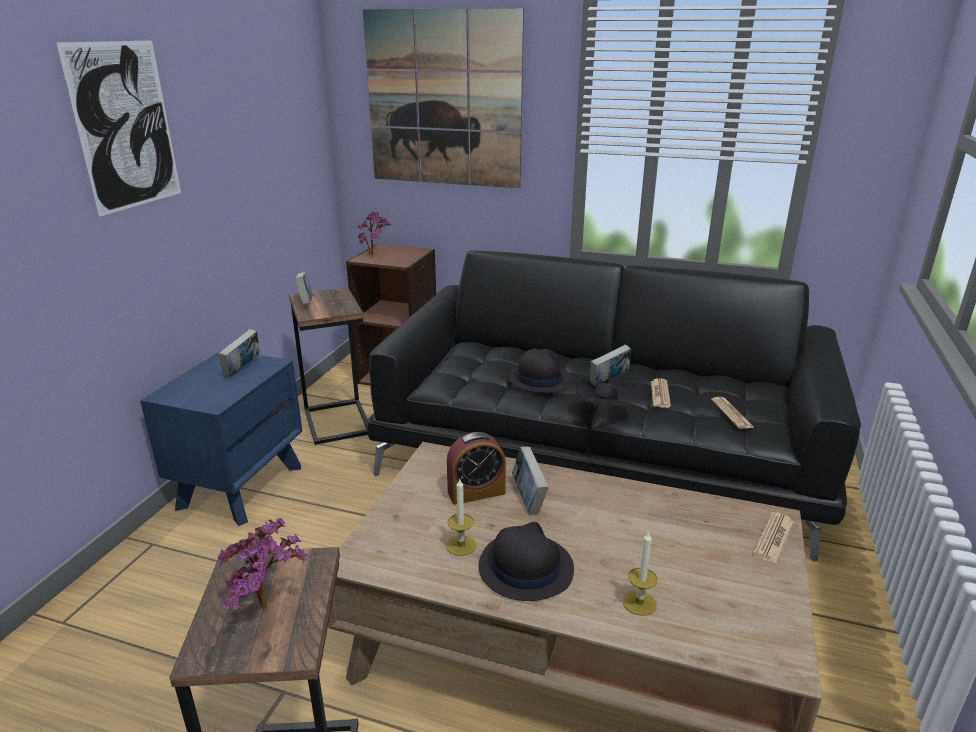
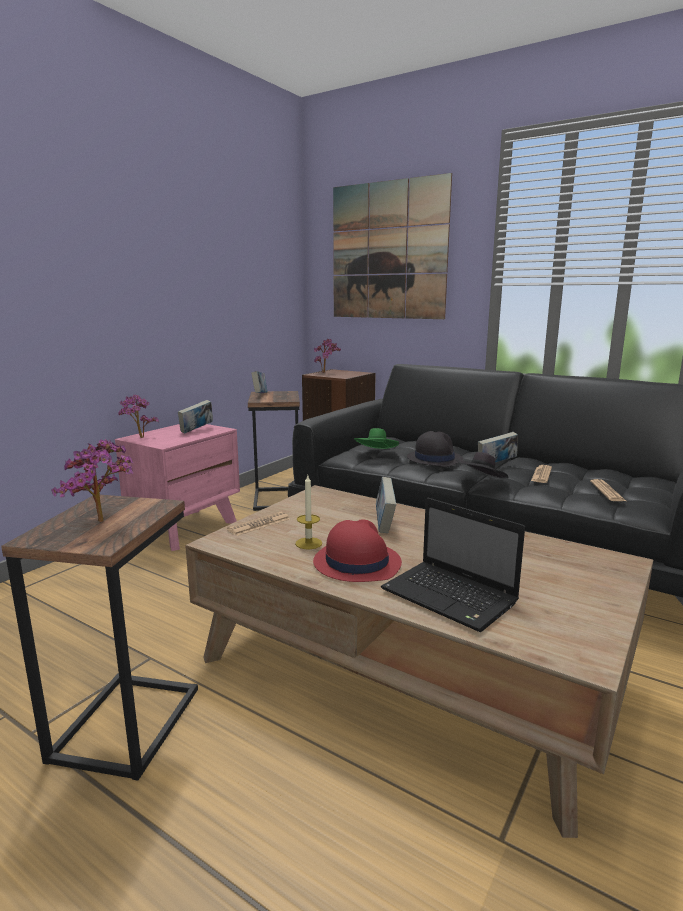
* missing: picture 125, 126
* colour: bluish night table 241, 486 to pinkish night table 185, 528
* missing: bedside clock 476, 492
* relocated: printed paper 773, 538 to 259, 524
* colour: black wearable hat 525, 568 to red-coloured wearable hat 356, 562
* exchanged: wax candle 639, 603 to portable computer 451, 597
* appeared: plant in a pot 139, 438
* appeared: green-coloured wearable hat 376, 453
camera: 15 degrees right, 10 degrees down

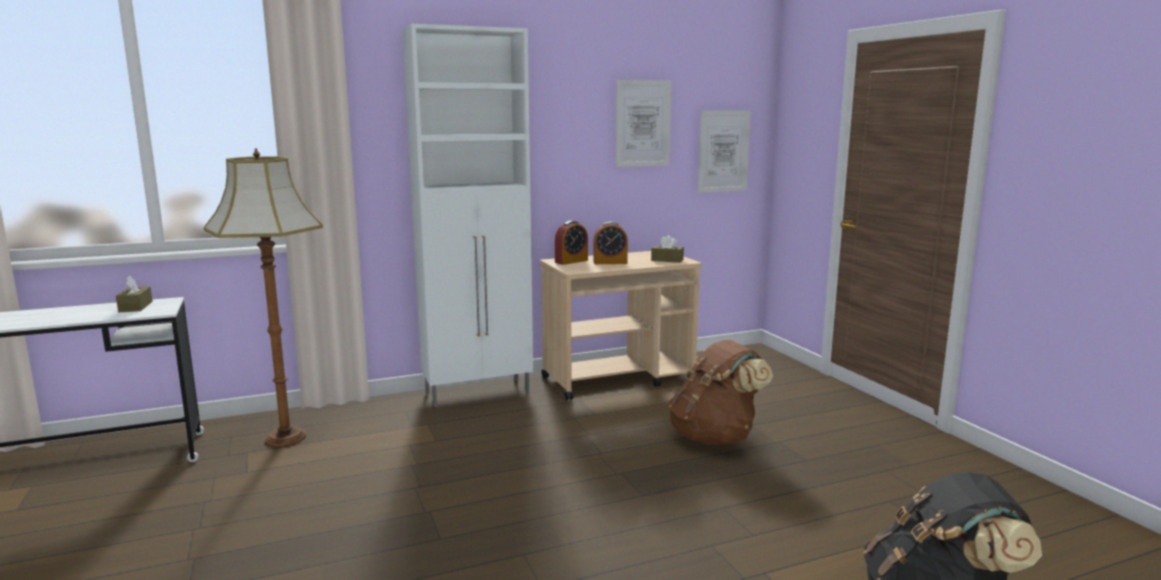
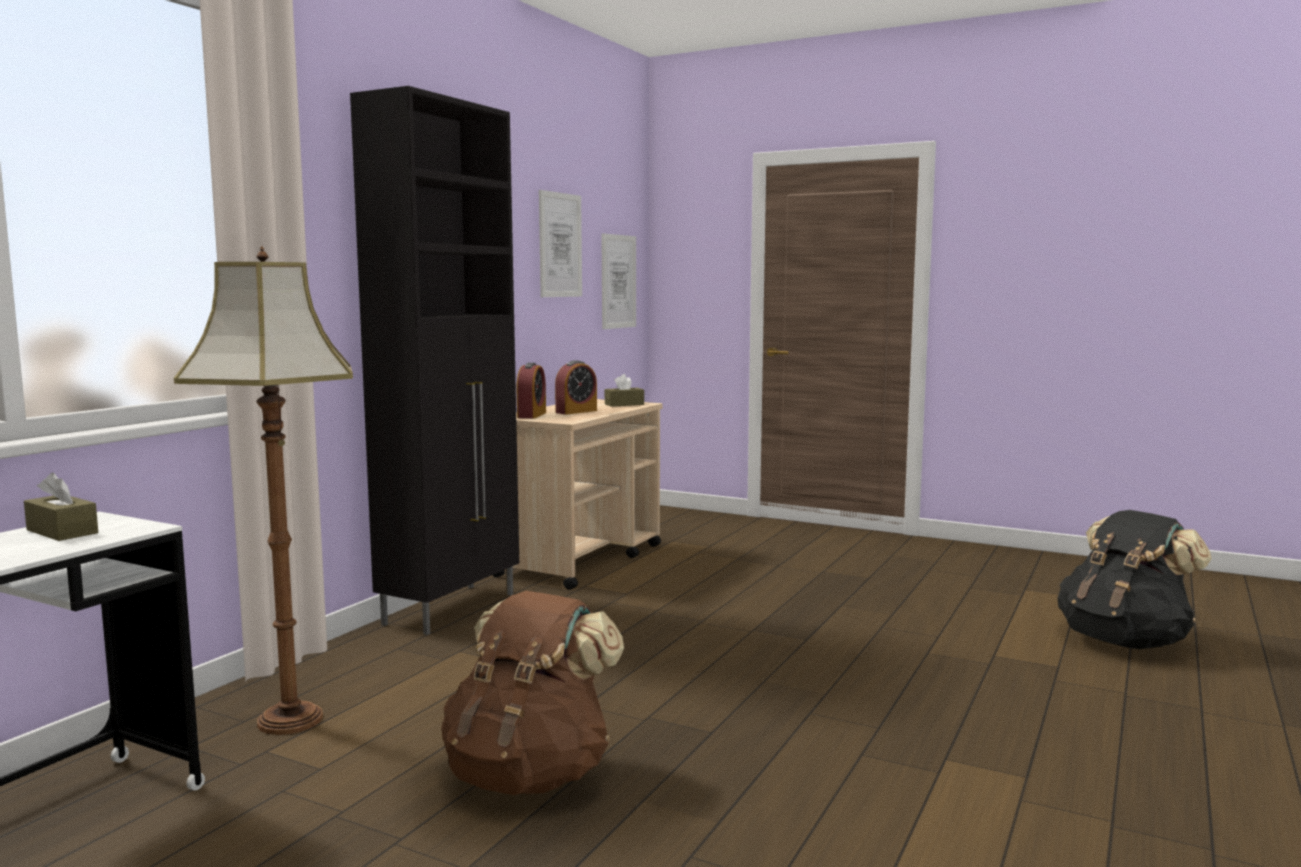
* colour: whitish cupboard 479, 393 to black cupboard 452, 608
* relocated: brownish backpack 715, 437 to 530, 774
camera: 40 degrees left, 5 degrees down

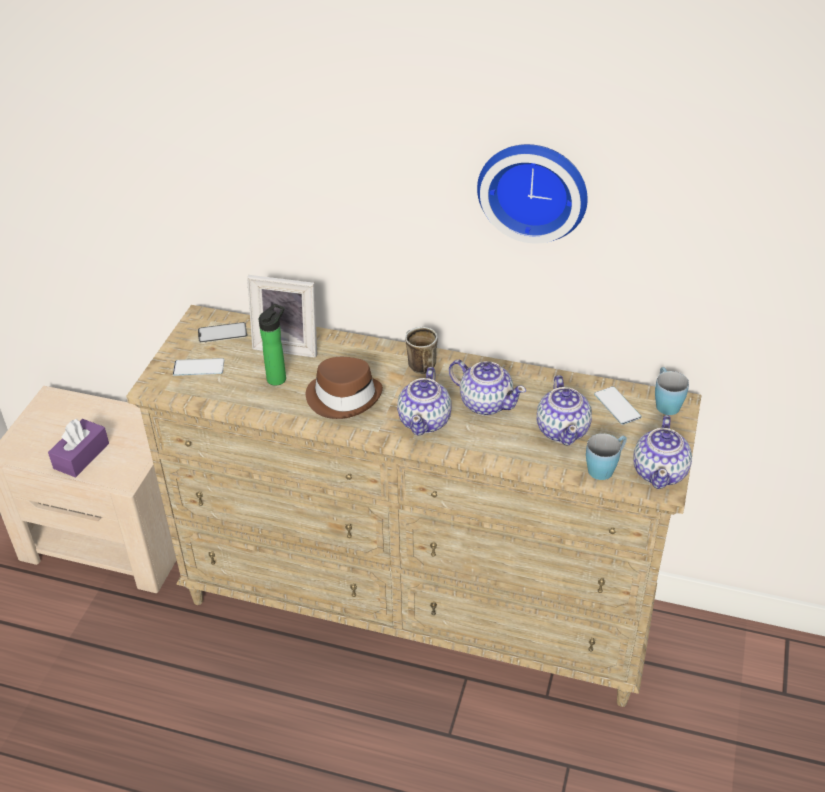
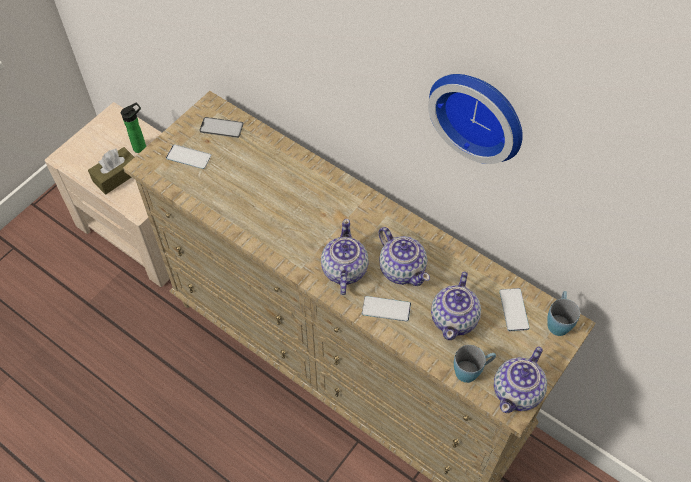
* missing: standing frame 288, 344
* relocated: drink bottle 278, 377 to 141, 147
* missing: tea mug 418, 364
* missing: brownish wearable hat 344, 397
* spun: tea pot 425, 420 = 344, 270 150 degrees clockwise
* colour: purple-coloured box of tissues 81, 456 to brownish box of tissues 116, 176
* appeared: telephone 386, 309
camera: 20 degrees right, 15 degrees up

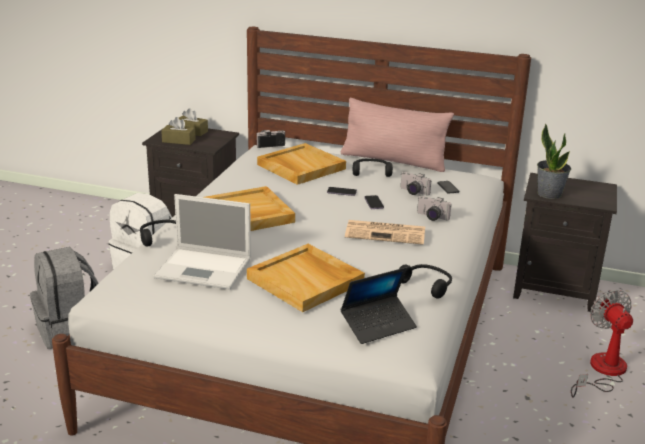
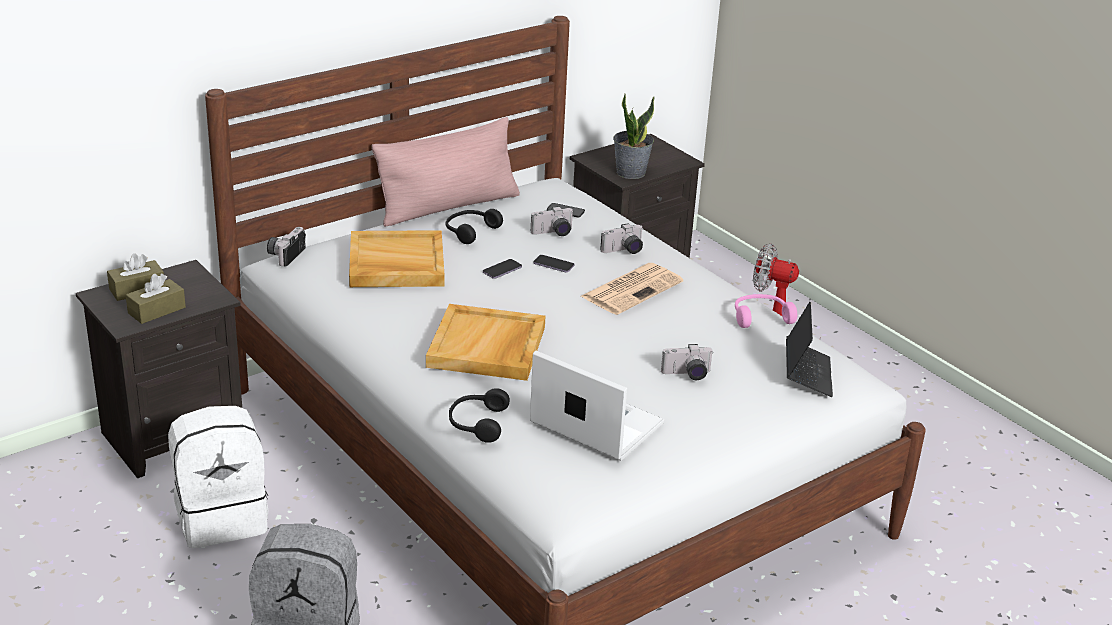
* spun: portable computer 205, 268 = 594, 423 105 degrees counterclockwise
* exchanged: sand-coloured carrying tray 306, 281 to photo camera 687, 375
* colour: black headset 427, 285 to pinkish headset 760, 317
camera: 55 degrees left, 5 degrees up

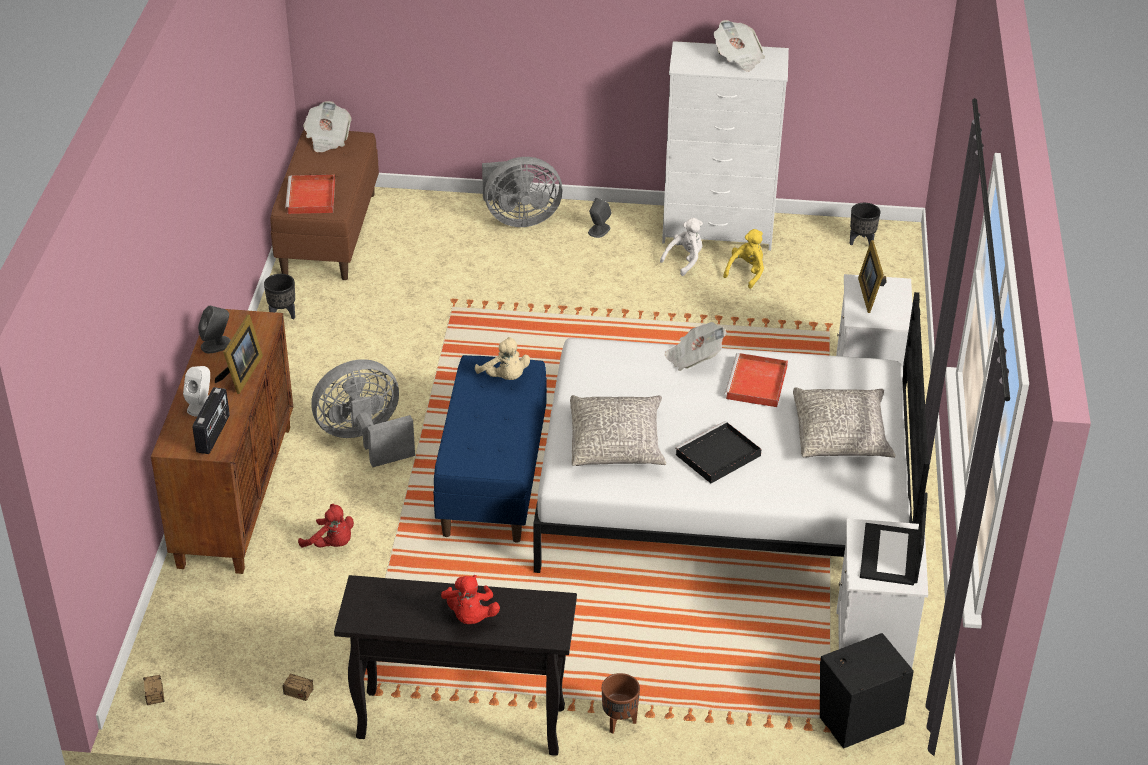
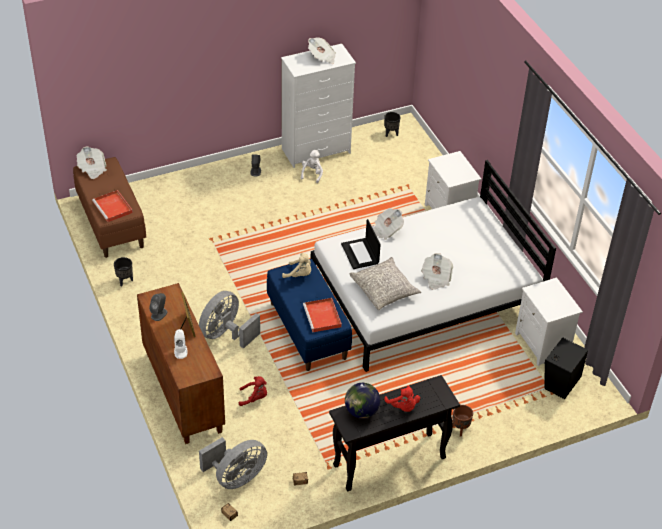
* relocated: gray electric fan 519, 218 to 236, 477
* missing: yellow soft toy 746, 273
* missing: standing frame 871, 294
* relocated: red-coloured carrying tray 757, 384 to 322, 317
* missing: radio set 214, 434
* missing: gray pillow 841, 435
* exchanged: black carrying tray 717, 456 to printed paper 436, 278
* relocated: portable computer 891, 555 to 360, 254
* appeared: globe 361, 411
camera: 30 degrees left, 5 degrees up

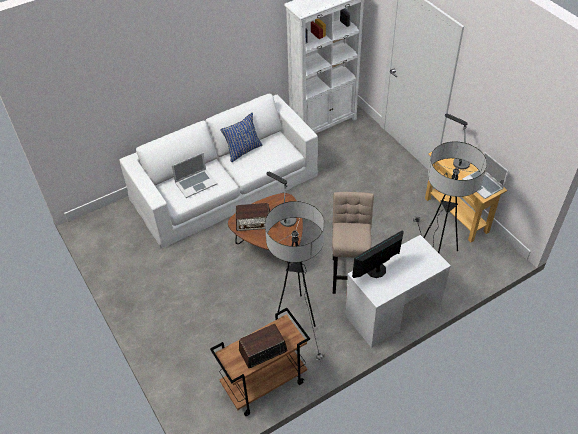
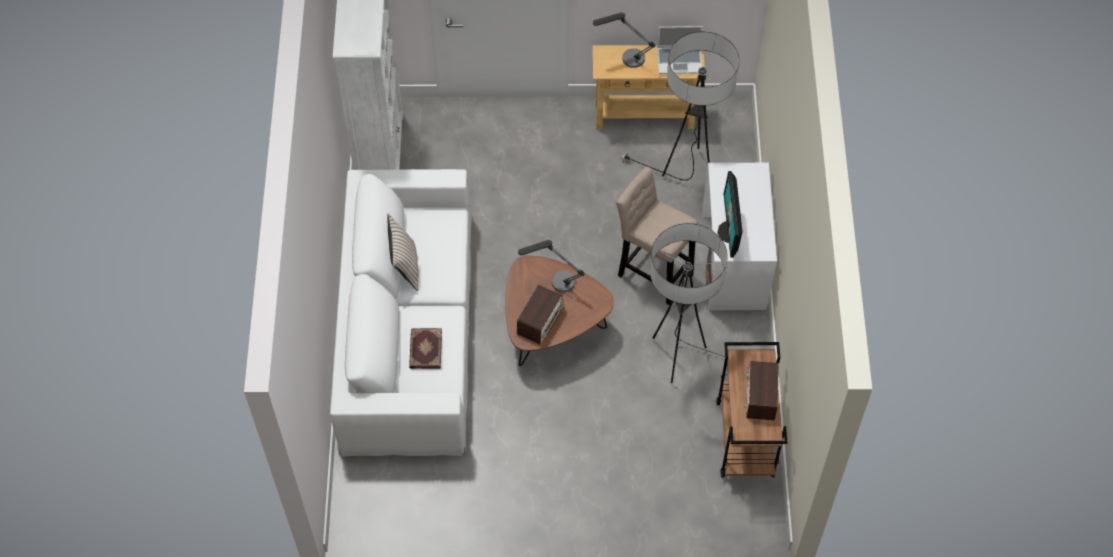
* colour: bluish pillow 243, 150 to sand-coloured pillow 405, 267
* exchanged: portable computer 195, 183 to volume 425, 349
camera: 60 degrees left, 10 degrees up

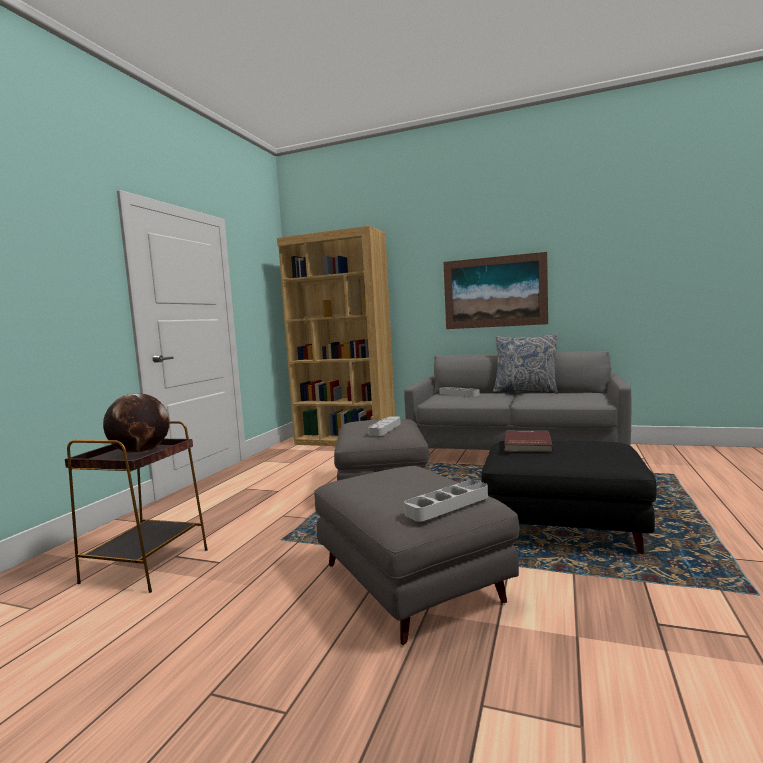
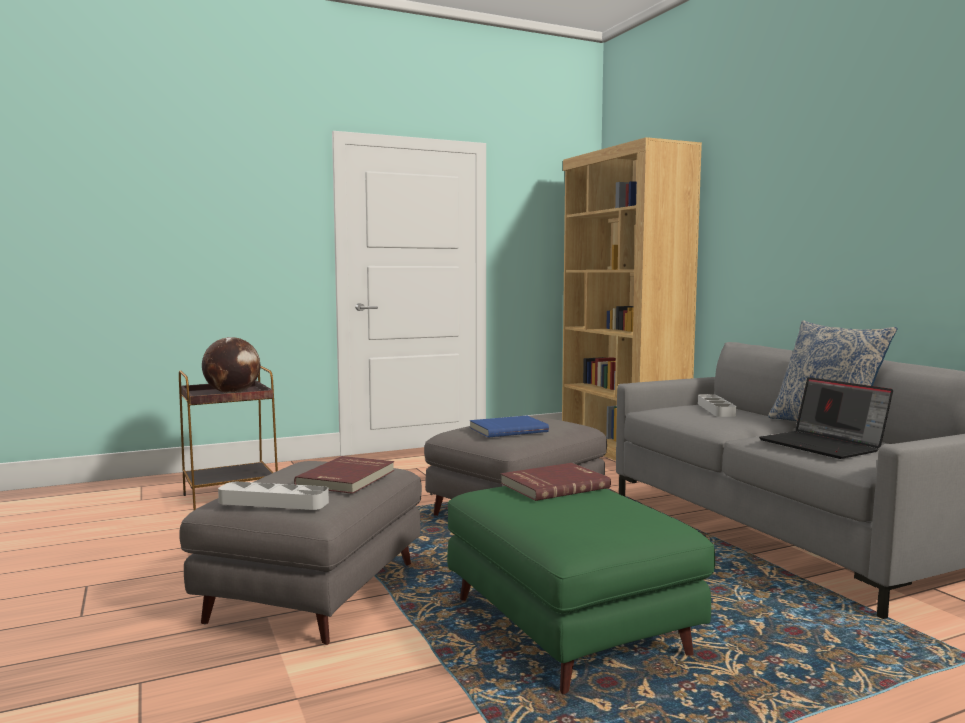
* missing: picture 494, 292
* exchanged: gray carrying tray 385, 429 to bluish volume 508, 429
* colour: black pouffe 562, 528 to green-coloured pouffe 566, 626
* appeared: portable computer 824, 445
* appeared: red-coloured volume 348, 478
camera: 45 degrees right, 0 degrees up

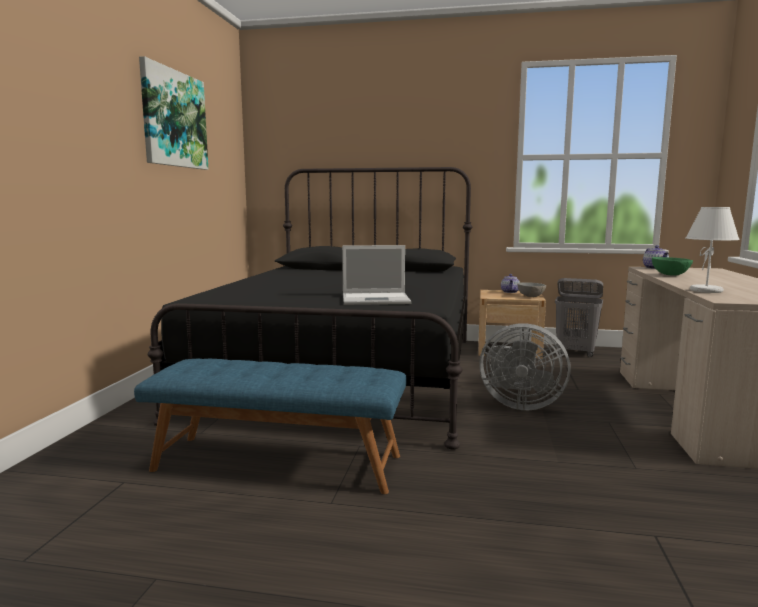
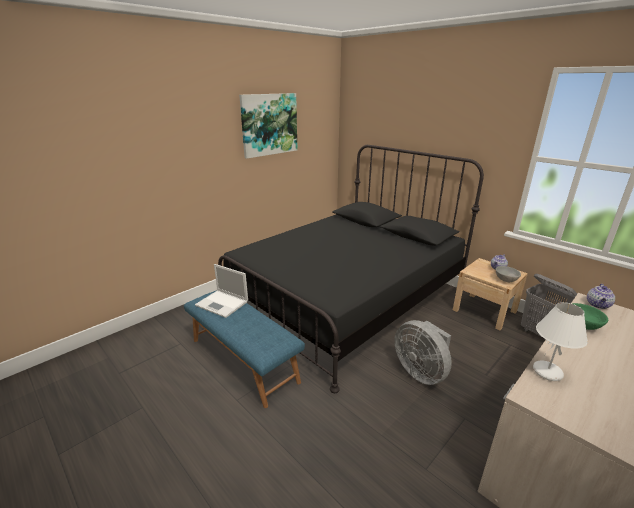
* relocated: portable computer 377, 299 to 223, 304
camera: 35 degrees right, 15 degrees up

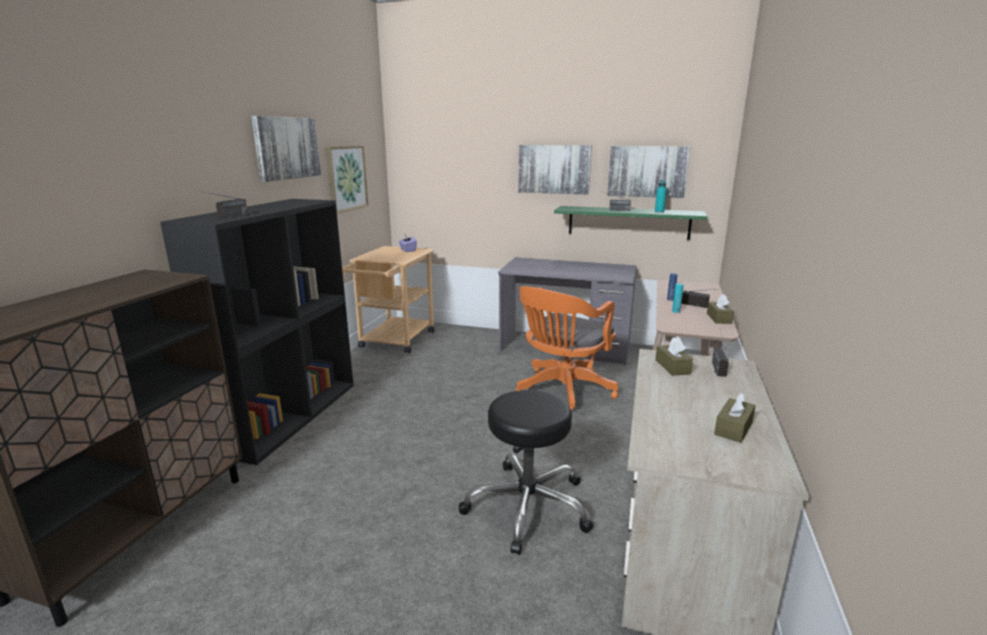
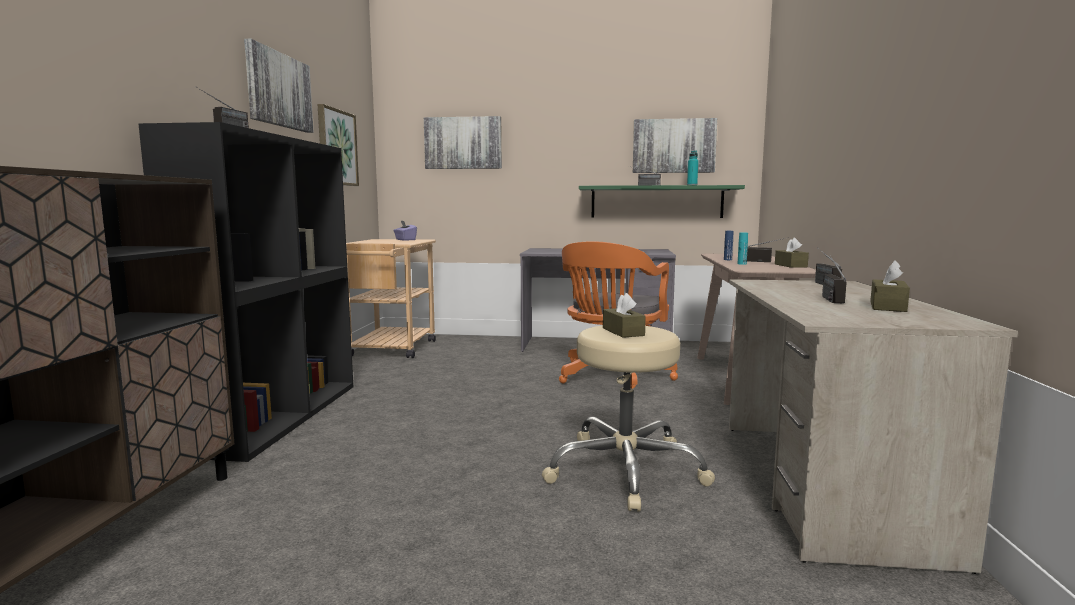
* relocated: picture 554, 169 to 463, 143
* relocated: brownish box of tissues 672, 367 to 623, 332
* colour: black stool 528, 506 to sand-coloured stool 626, 470
* appeared: radio set 828, 297
camera: 10 degrees left, 10 degrees down

